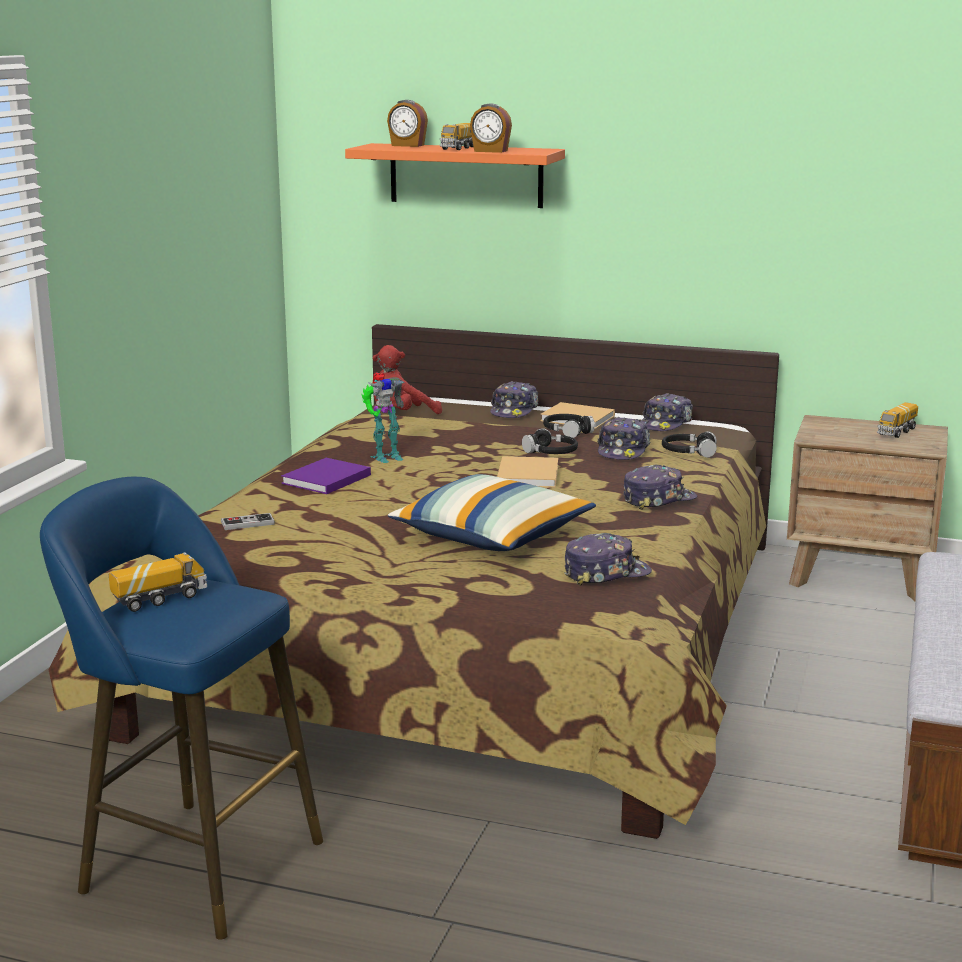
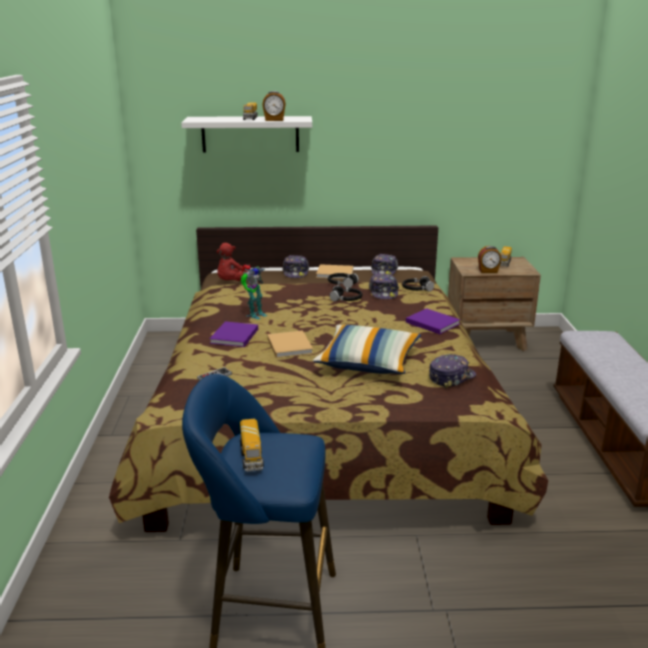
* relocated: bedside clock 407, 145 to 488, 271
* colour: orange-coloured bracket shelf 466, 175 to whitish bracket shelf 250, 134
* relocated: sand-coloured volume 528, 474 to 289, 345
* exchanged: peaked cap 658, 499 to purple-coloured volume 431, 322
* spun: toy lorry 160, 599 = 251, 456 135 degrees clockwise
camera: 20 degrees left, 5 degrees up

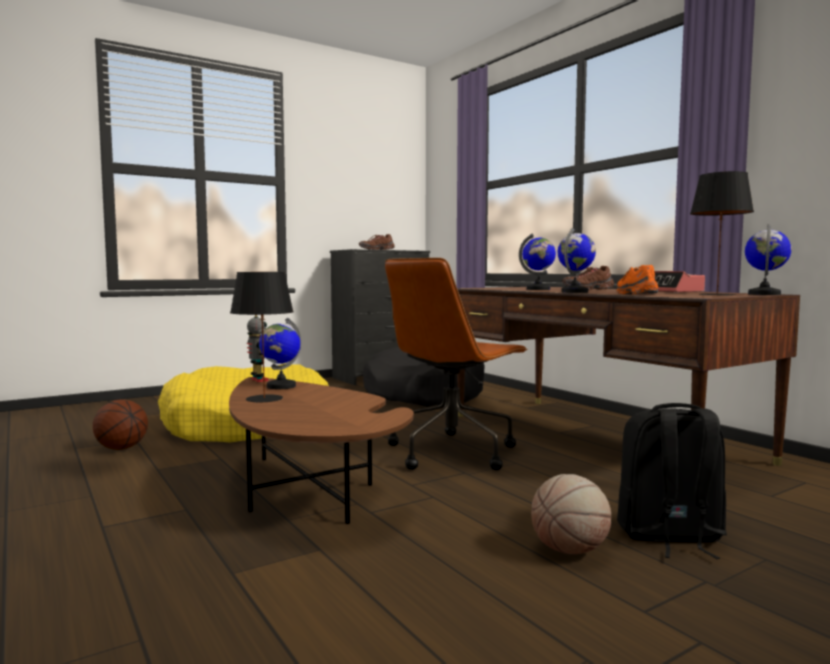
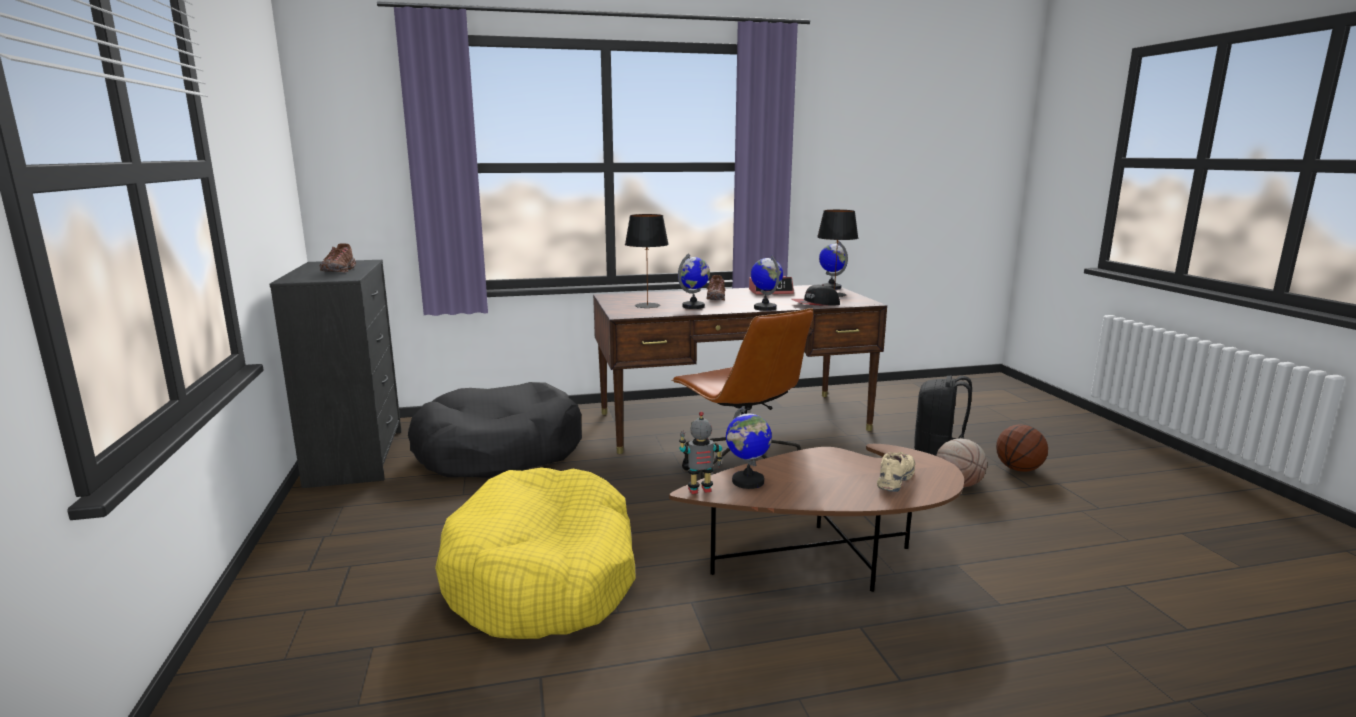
* exchanged: orange-coloured item of footwear 635, 294 to peaked cap 815, 304
* relocated: black lamp for a table 264, 399 to 648, 305
* relocated: basketball 121, 448 to 1018, 469
* appeared: sand-coloured item of footwear 895, 481
camera: 70 degrees left, 10 degrees up

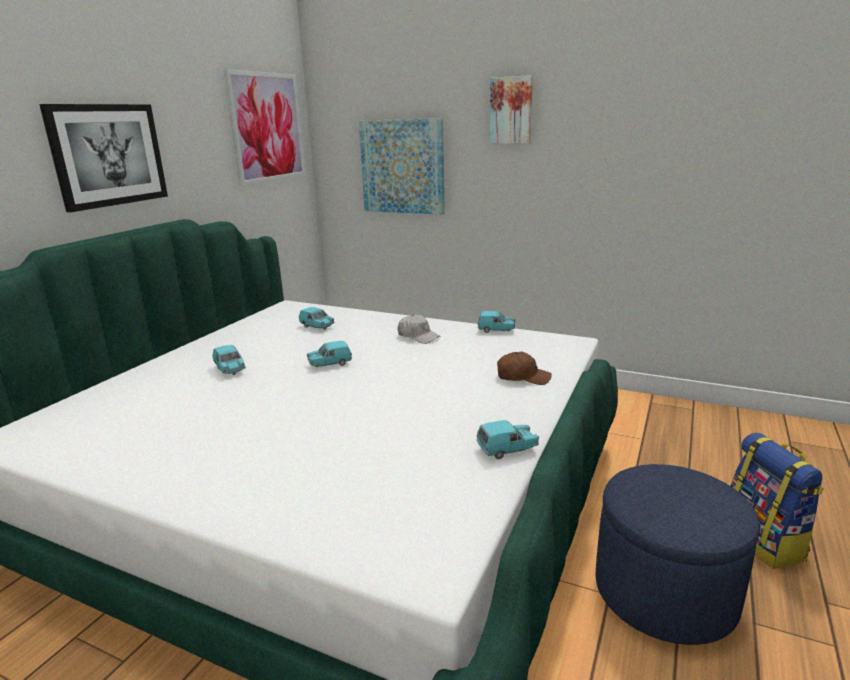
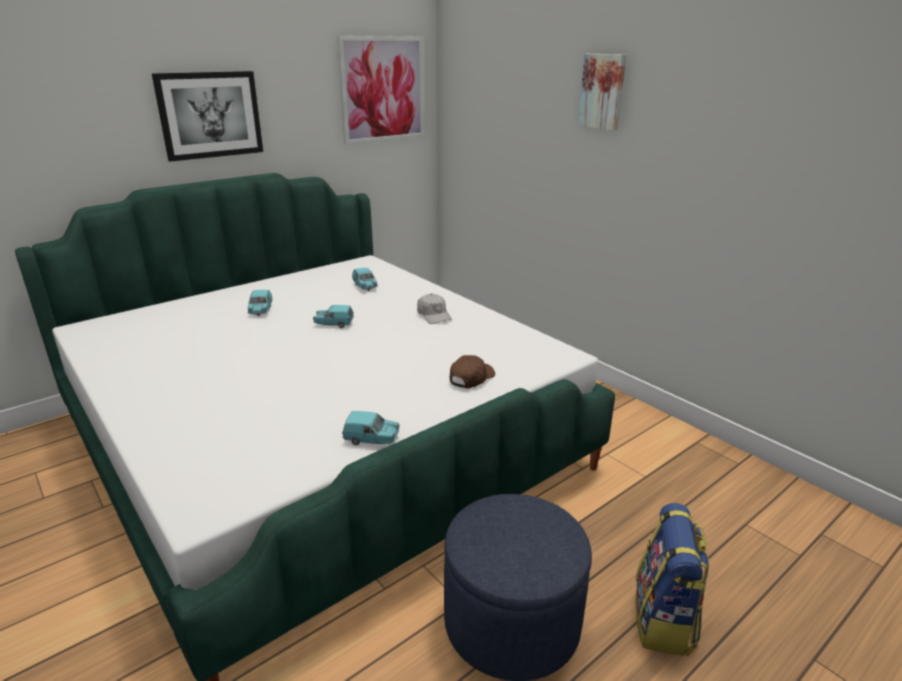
* missing: picture 402, 166
* missing: turquoise toy car 496, 330
* spun: brownish peaked cap 522, 377 = 471, 378 90 degrees counterclockwise
camera: 25 degrees right, 5 degrees up

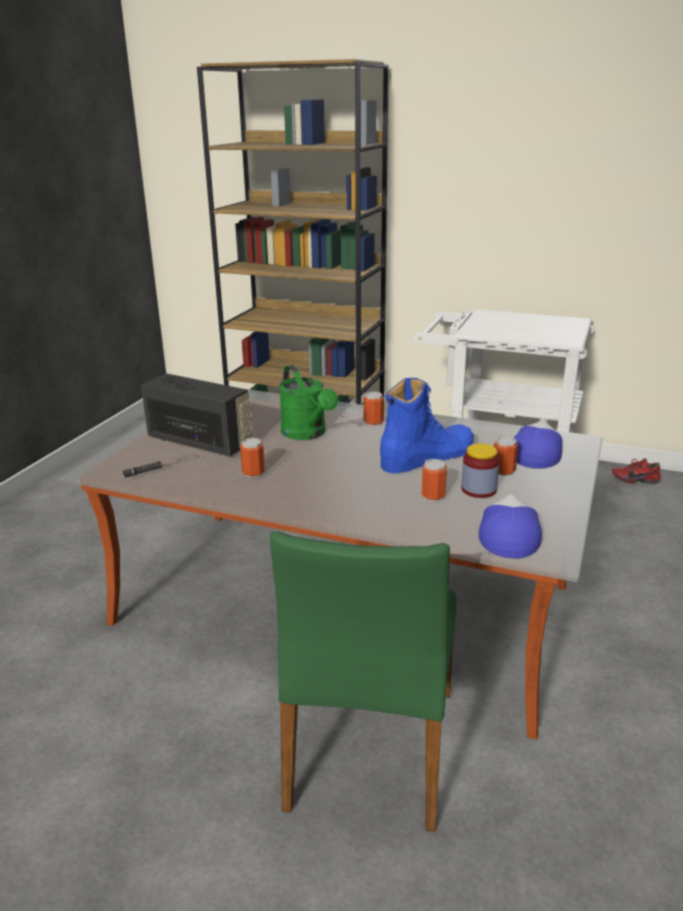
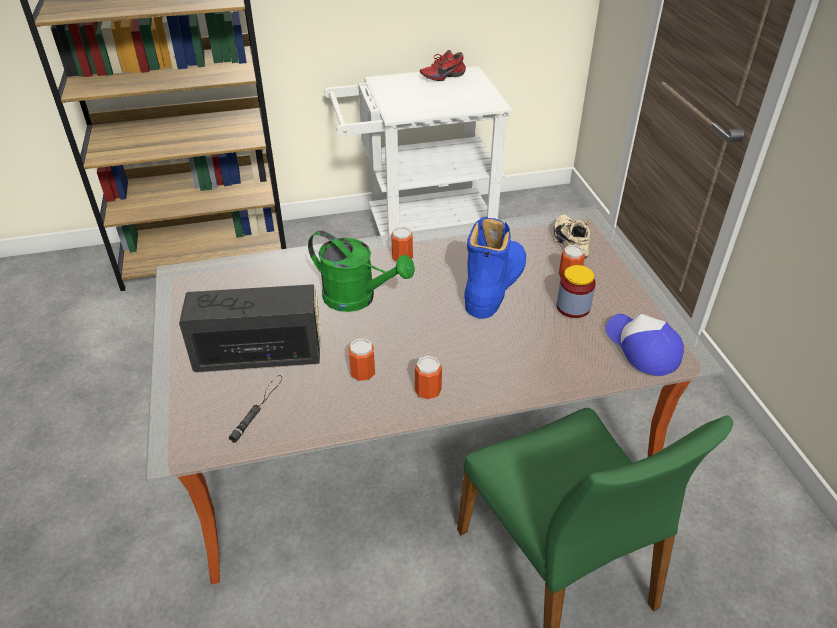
* exchanged: peaked cap 537, 453 to sand-coloured item of footwear 572, 244
* relocated: red-coloured item of footwear 635, 479 to 442, 76
* relocated: sealed can 433, 496 to 428, 391
camera: 35 degrees left, 15 degrees up

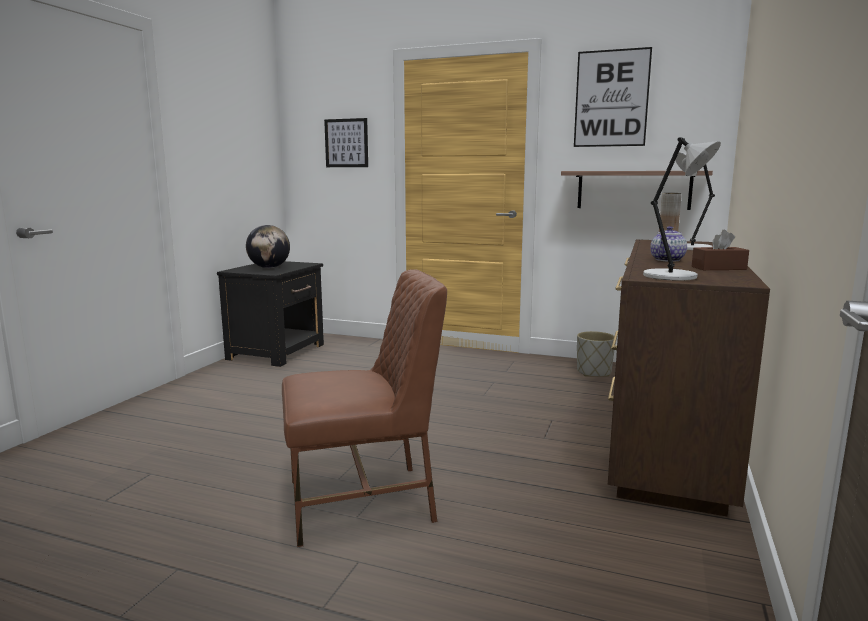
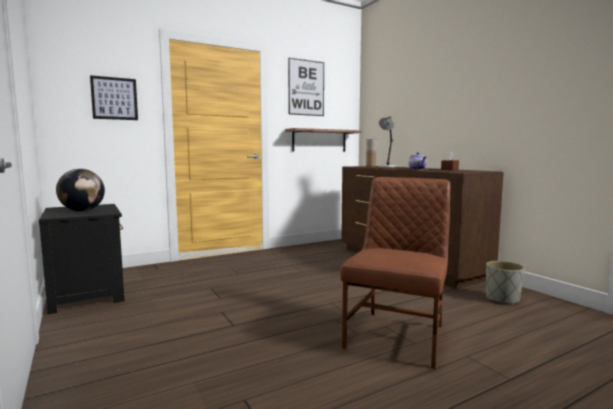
* missing: gray lamp for a table 673, 276
* relocated: gray plant pot 593, 372 to 502, 299
camera: 50 degrees left, 5 degrees down

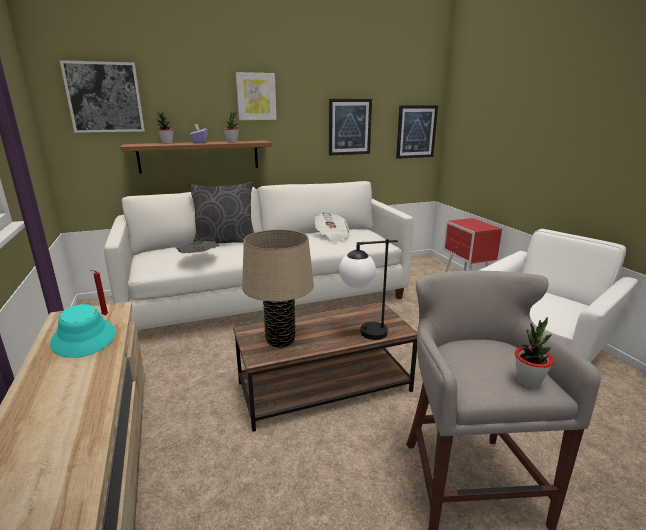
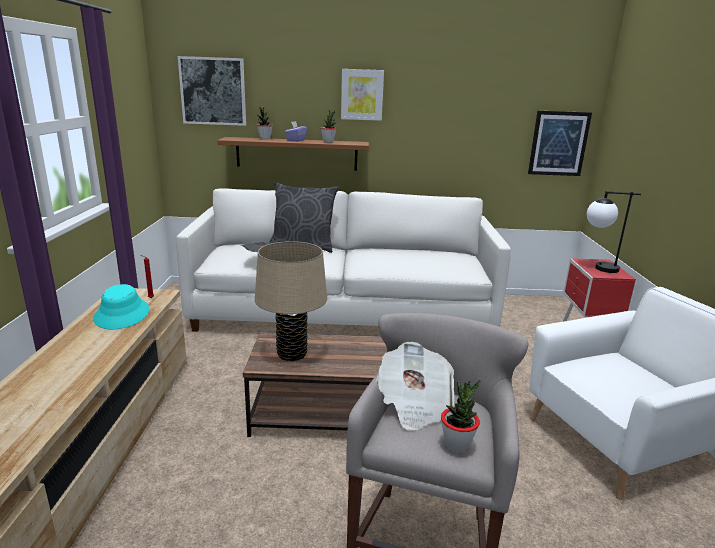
* missing: picture 349, 127
* relocated: printed paper 332, 236 to 414, 404
* relocated: lamp for a table 362, 334 to 597, 268
camera: 20 degrees right, 0 degrees up

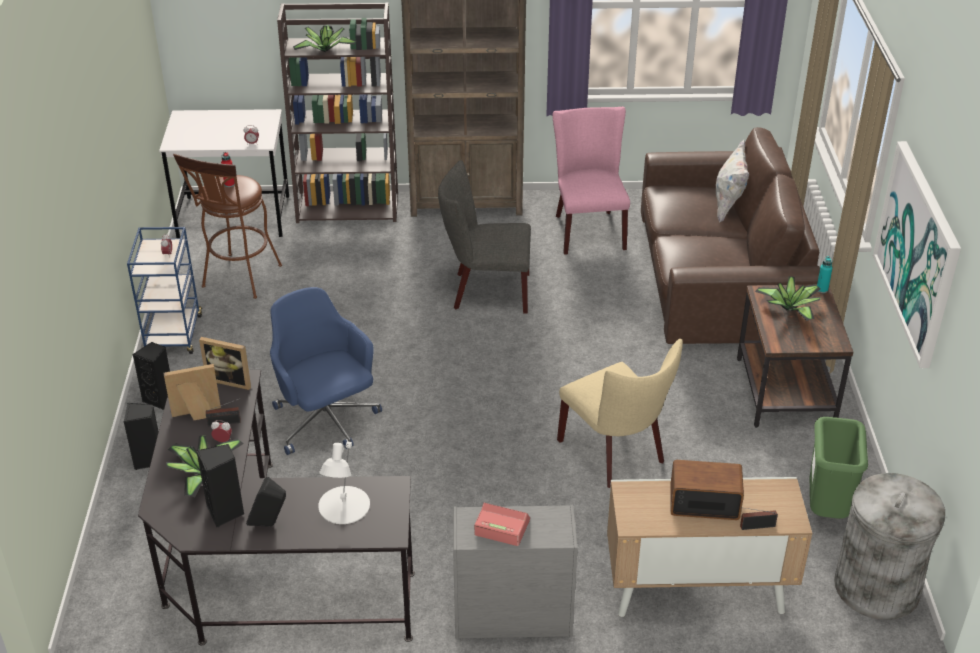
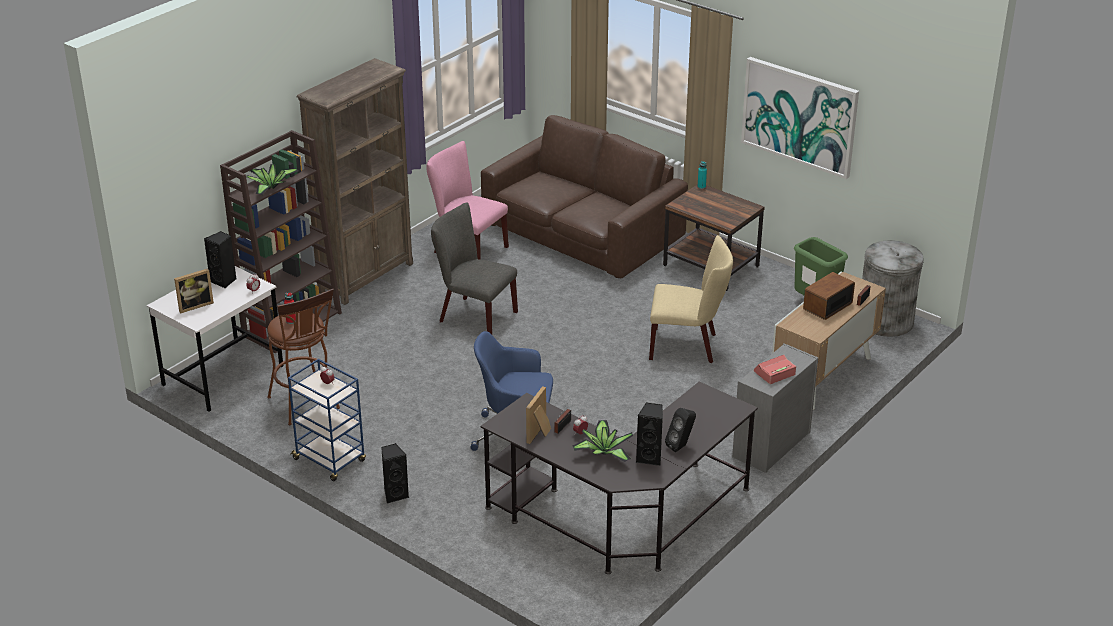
* missing: whitish pillow 728, 205
* spun: gray upright chair 485, 292 = 473, 316 75 degrees clockwise
* missing: plant in a pot 790, 308
* relocated: standing frame 231, 380 to 194, 305
* relocated: black audio speaker 148, 460 to 224, 281
* missing: whitish lamp for a table 343, 506
camera: 50 degrees left, 5 degrees down

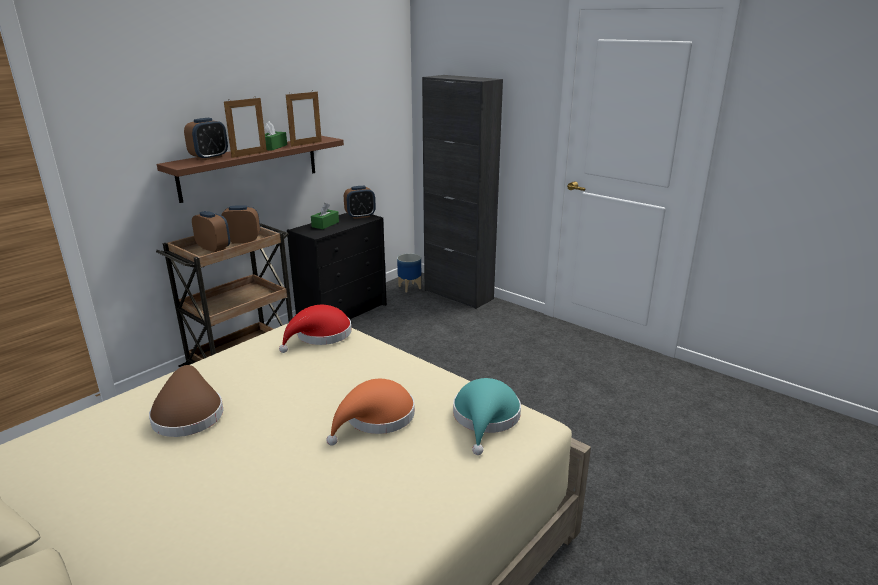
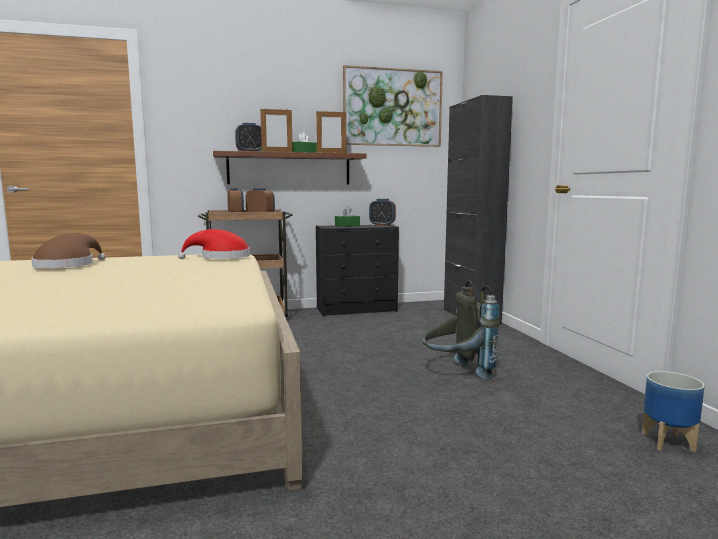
* relocated: plant pot 410, 287 to 669, 442
* missing: turquoise wearable hat 486, 418
* missing: orange-coloured wearable hat 376, 418
* appeared: picture 392, 108
* appeared: gray backpack 456, 373
camera: 35 degrees right, 15 degrees down

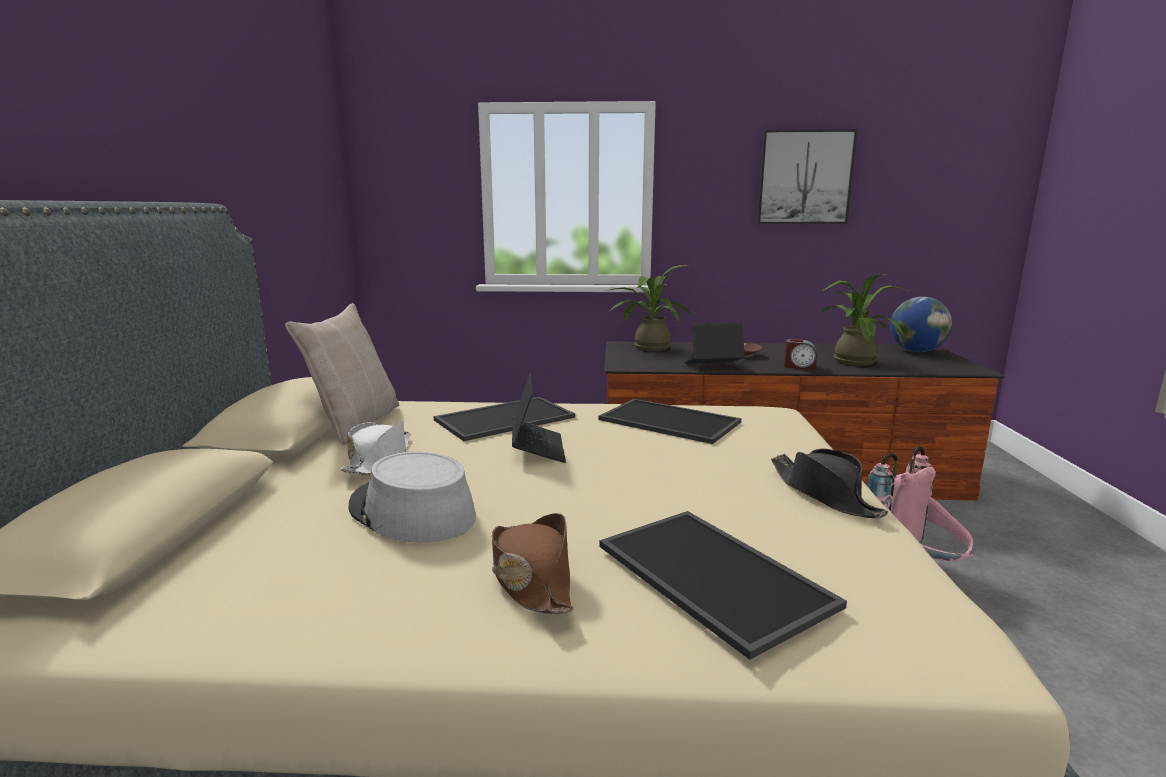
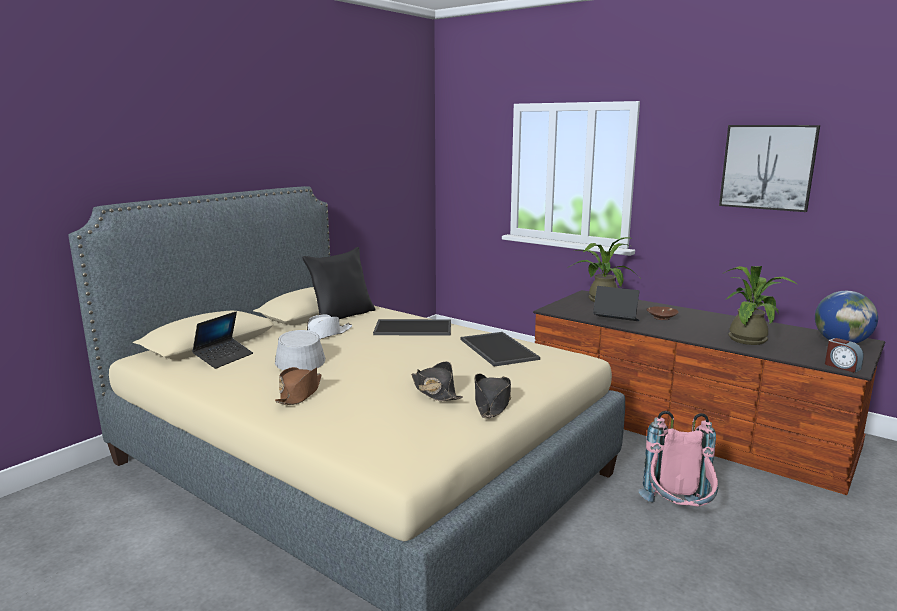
* colour: sand-coloured pillow 355, 423 to black pillow 342, 315
* relocated: bedside clock 799, 366 to 842, 366
* relocated: portable computer 537, 448 to 224, 358
* missing: carrying tray 716, 575
* appeared: black wearable hat 435, 391
camera: 35 degrees right, 0 degrees up

